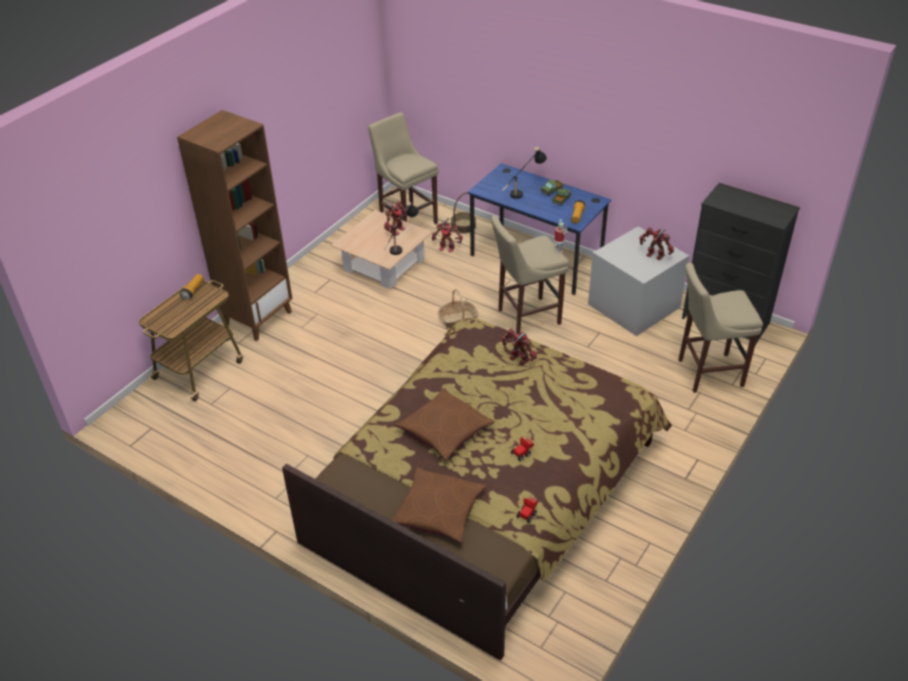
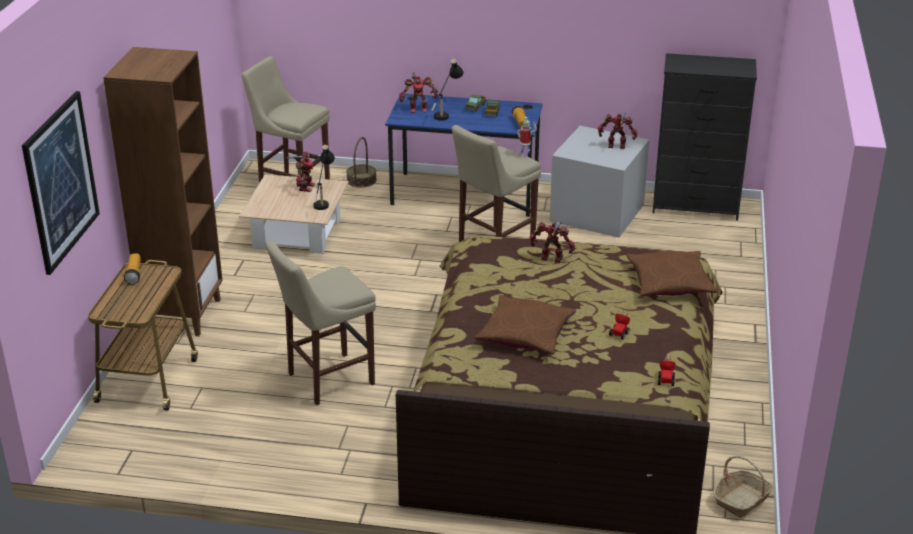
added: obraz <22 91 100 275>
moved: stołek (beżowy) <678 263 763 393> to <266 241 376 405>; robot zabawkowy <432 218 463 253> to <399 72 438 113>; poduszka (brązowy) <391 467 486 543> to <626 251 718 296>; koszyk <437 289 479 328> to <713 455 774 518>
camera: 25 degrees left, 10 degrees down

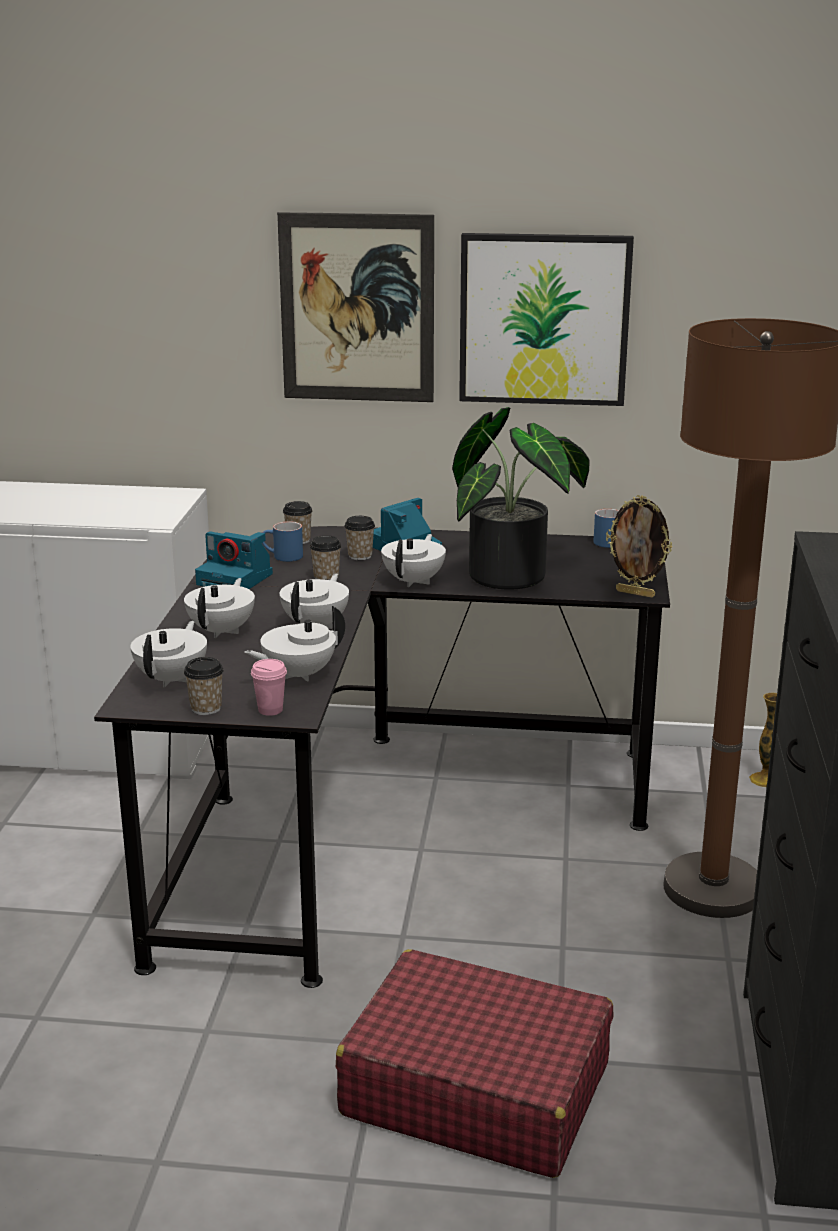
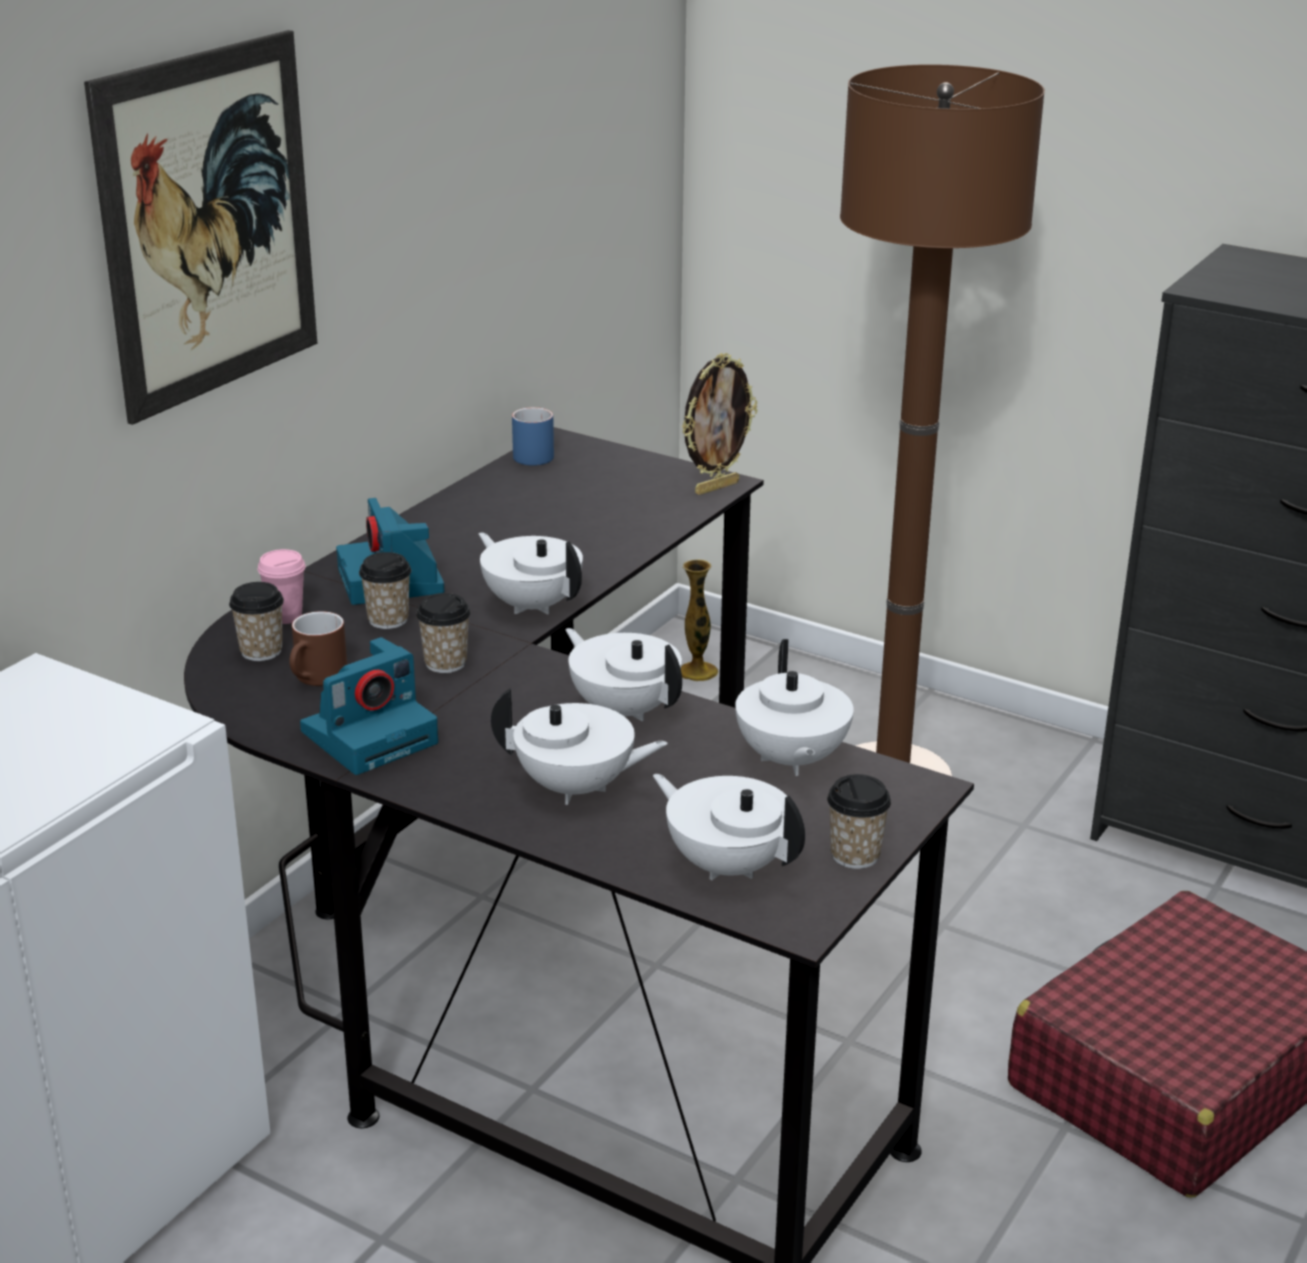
removed: roślina doniczkowa <452 407 590 589>; obraz <459 233 634 406>
moved: filiżanka (różowy) <251 659 287 716> to <258 549 306 624>
recoloured: kubek (niebieski) <262 521 303 562> to kubek (brązowy) <289 611 347 686>
turned: imbryk (biały) <184 578 255 638> = <491 688 668 805> 150 degrees clockwise
camera: 65 degrees left, 5 degrees up

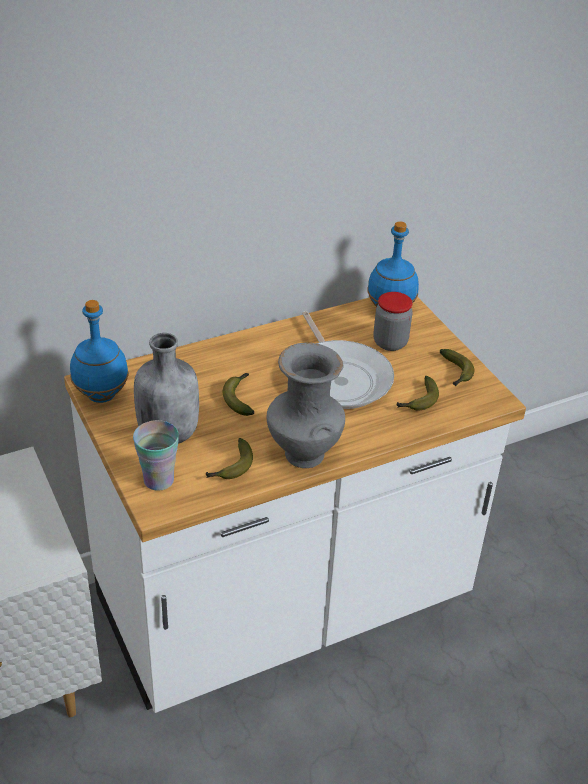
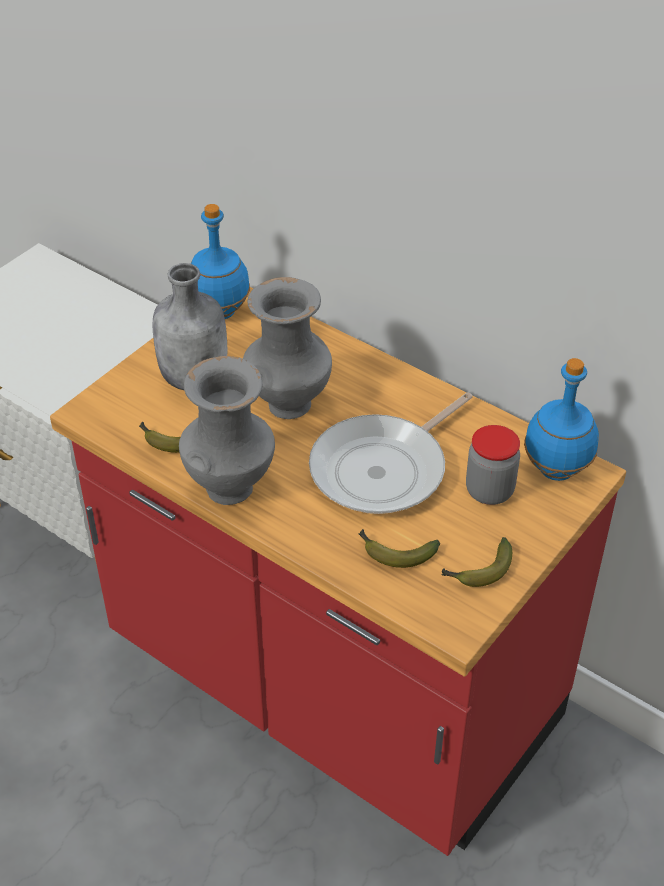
removed: filiżanka <133 420 179 491>
replaced: banan <223 373 254 416> to wazon (szary) <243 277 332 419>
recoloured: zabudowa kuchenna (biały) <64 297 526 713> to zabudowa kuchenna (czerwony) <50 287 626 856>
camera: 65 degrees right, 5 degrees up

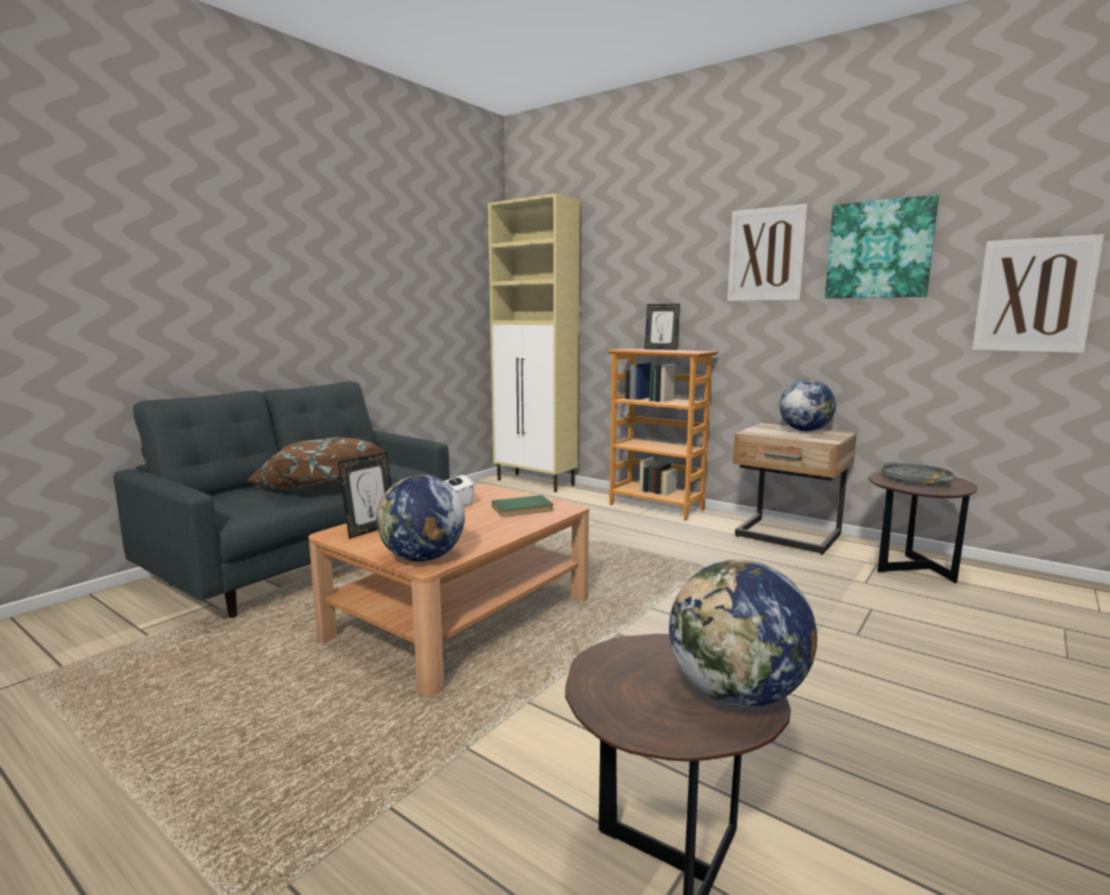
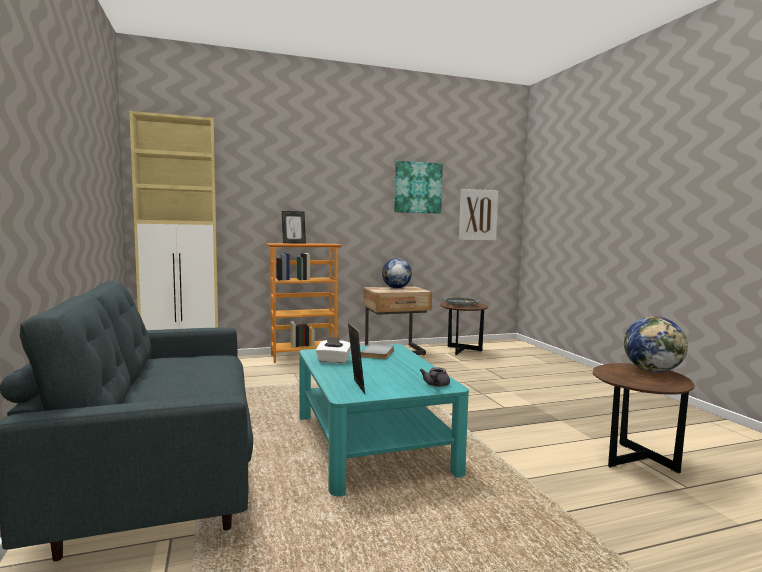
removed: poduszka (brązowy) <247 437 385 490>; obraz <727 204 808 301>
replaced: globus <376 475 465 561> to imbryk (szary) <420 367 450 387>
recoloured: ława (brązowy) <308 484 589 697> to ława (turkusowy) <299 344 469 496>; książka (zielony) <492 495 554 517> to książka (szary) <361 344 394 359>
camera: 55 degrees left, 5 degrees down

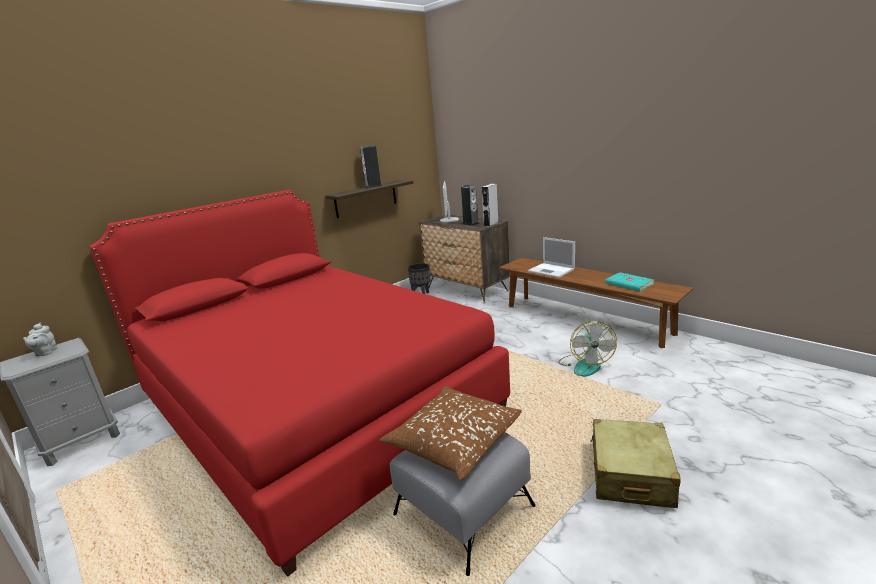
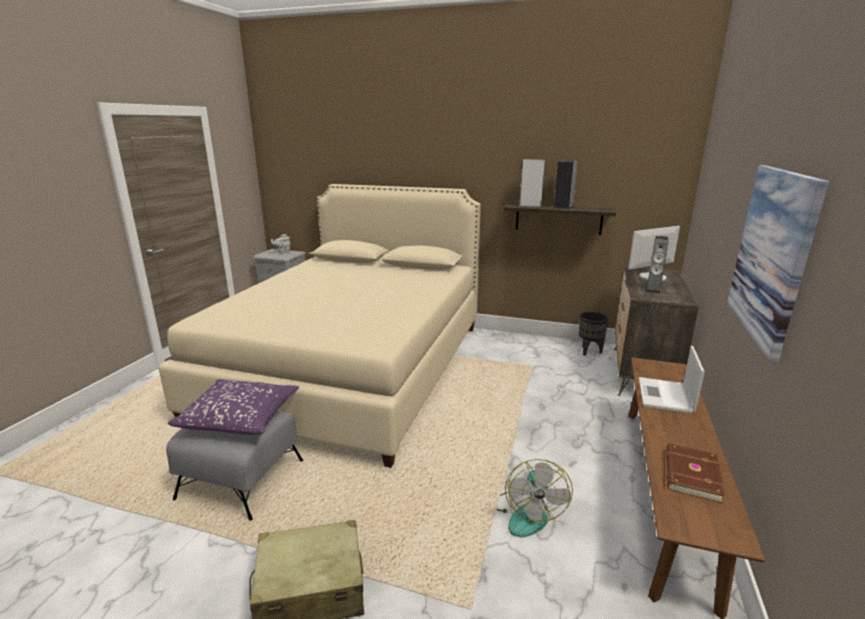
added: obraz <727 165 829 362>
moved: głośnik (szary) <482 184 498 226> to <519 159 545 207>
recoloured: łóżko (czerwony) <89 190 510 577> to łóżko (beżowy) <159 184 481 468>; poduszka (brązowy) <380 386 522 480> to poduszka (fioletowy) <168 379 299 435>; książka (turkusowy) <605 272 654 292> to książka (brązowy) <666 444 725 503>
turned: wentylator <558 321 617 377> = <496 459 573 537> 60 degrees counterclockwise
camera: 60 degrees right, 0 degrees up

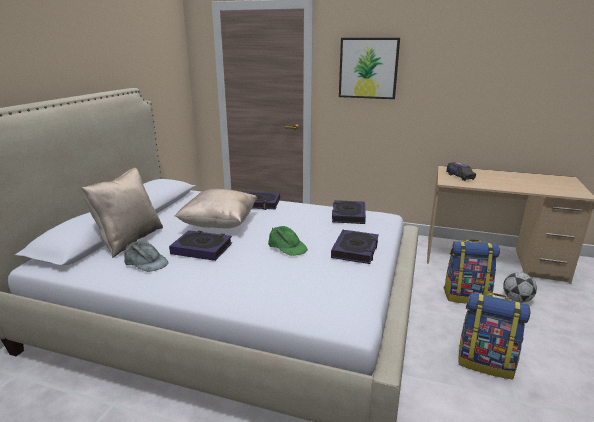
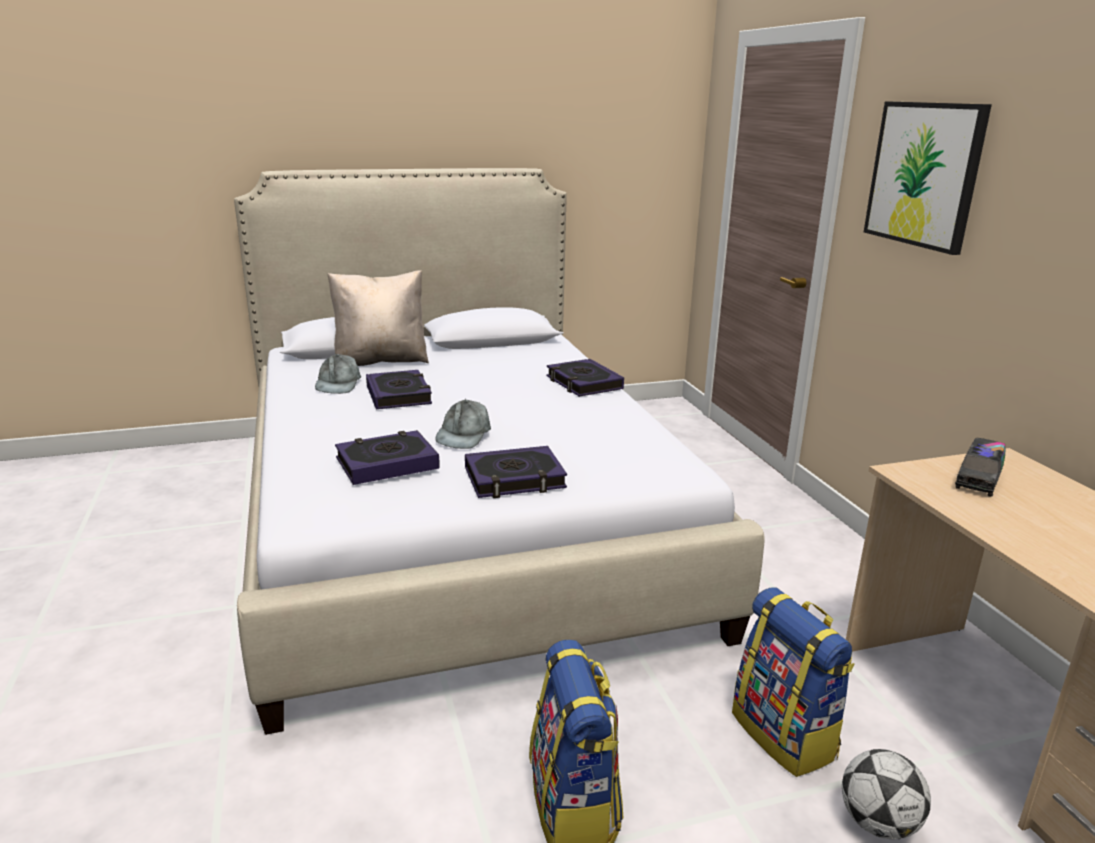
removed: poduszka (beżowy) <175 189 257 229>
moved: książka <332 200 366 224> to <335 430 440 485>
recoloured: czapka z daszkiem (zielony) <268 226 308 256> to czapka z daszkiem (szary) <435 399 491 449>
camera: 55 degrees right, 0 degrees up

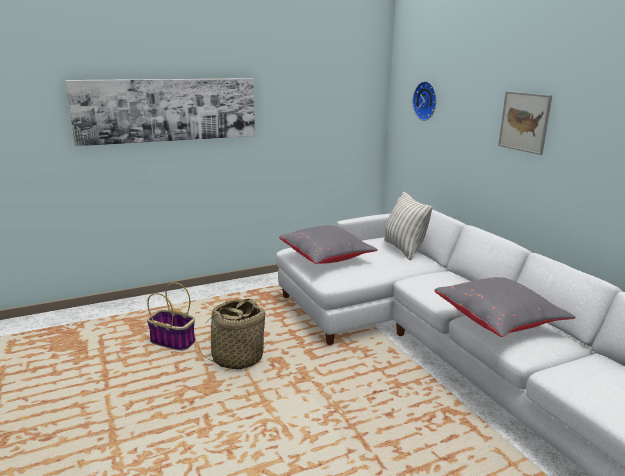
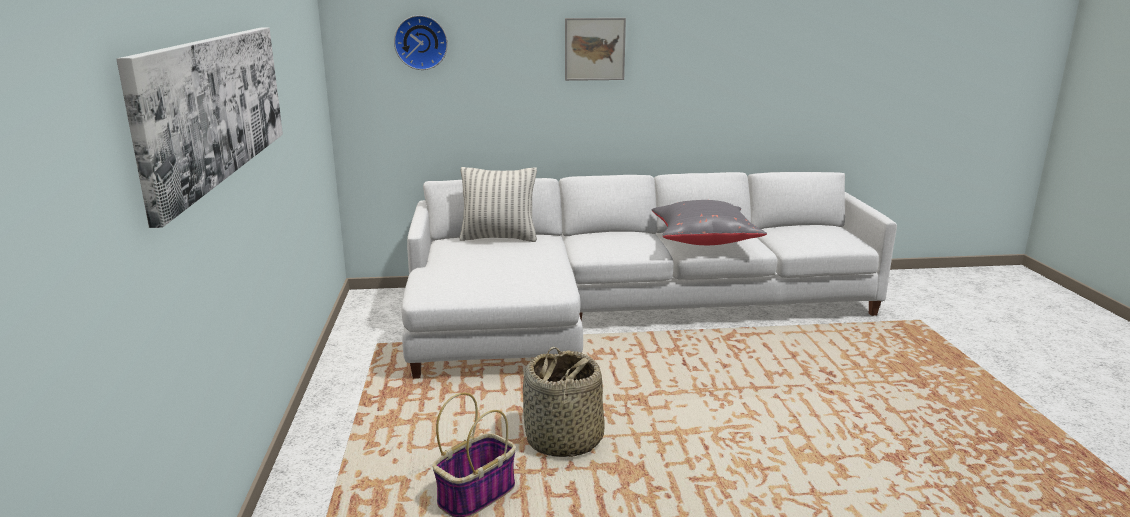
removed: poduszka (szary) <279 225 378 264>
camera: 70 degrees left, 0 degrees up

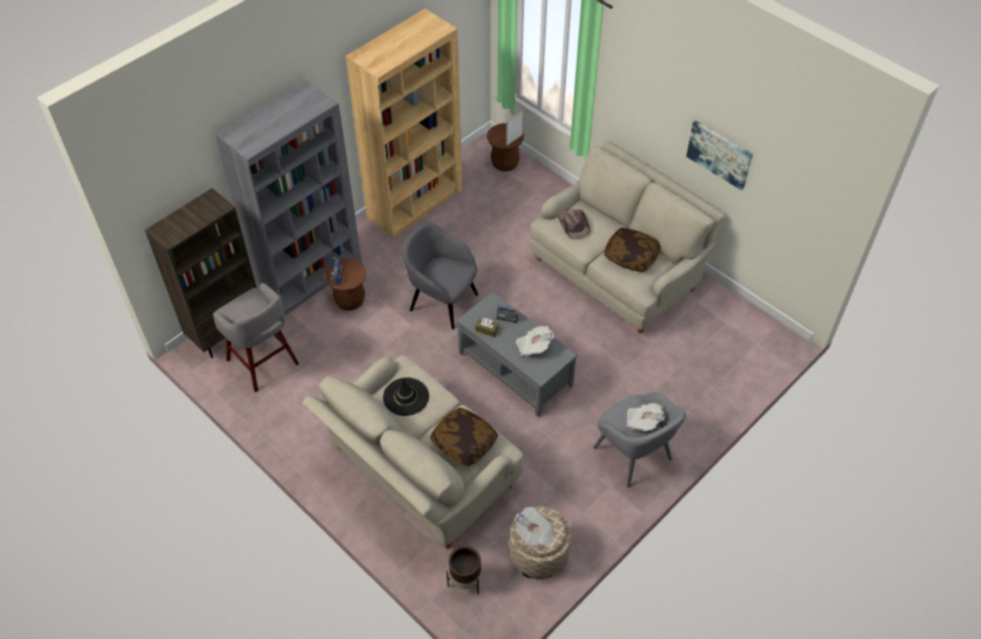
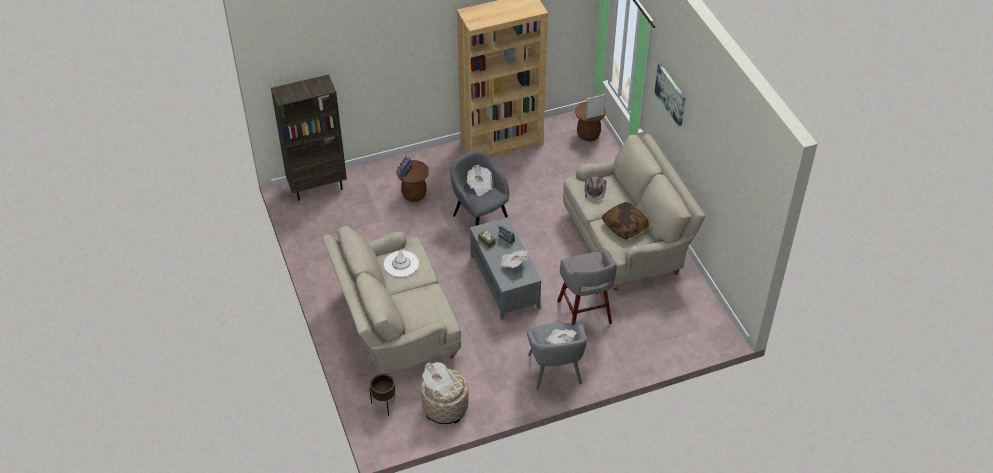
removed: regał (szary) <216 80 362 316>; poduszka <430 408 498 466>
added: gazeta <467 165 492 196>
moved: stołek (szary) <213 283 299 392> to <557 250 617 325>; obraz <686 120 753 191> to <654 64 686 127>
recoloured: kapelusz (czarny) <383 377 429 416> to kapelusz (biały) <384 249 419 277>
camera: 25 degrees right, 5 degrees down

